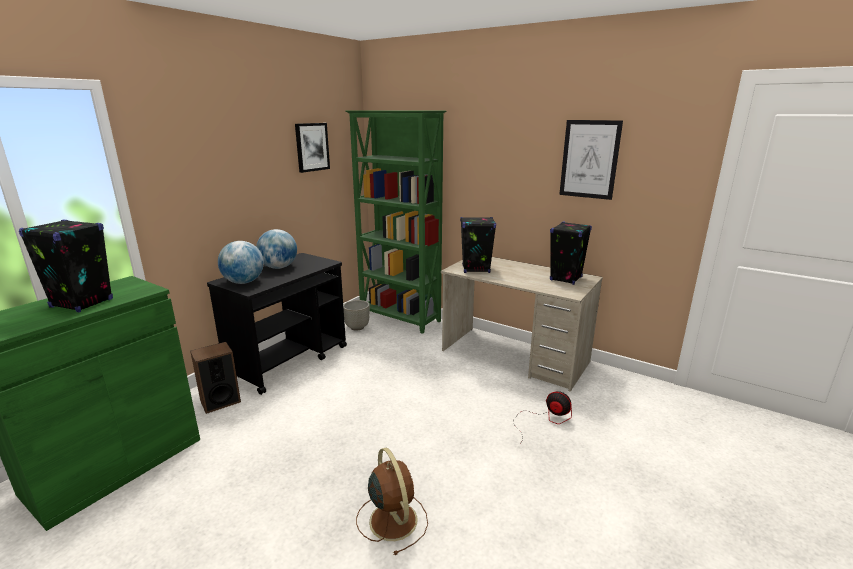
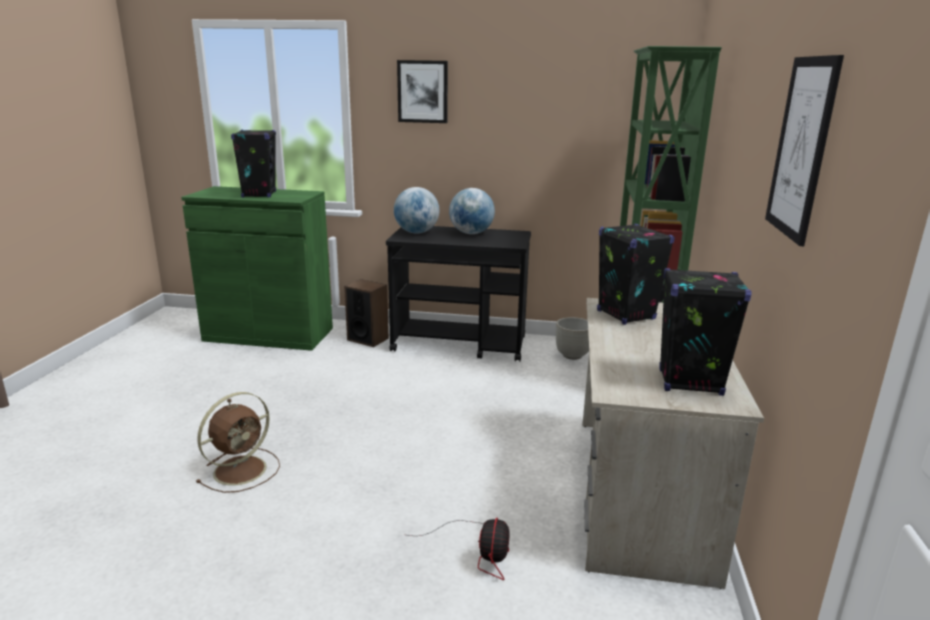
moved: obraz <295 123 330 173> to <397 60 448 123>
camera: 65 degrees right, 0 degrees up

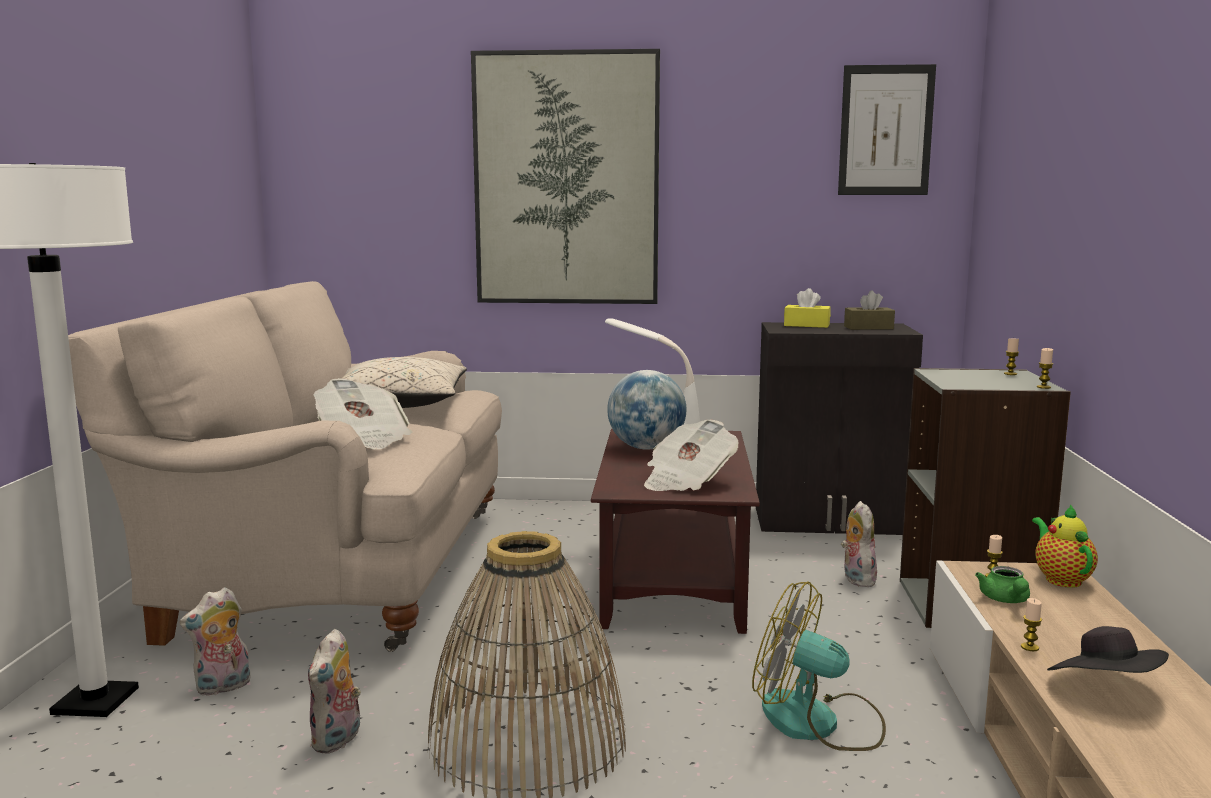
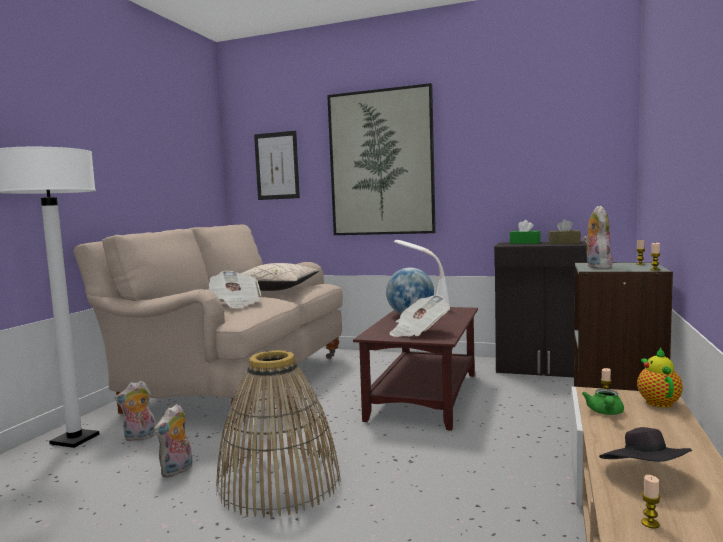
removed: wentylator <752 581 886 751>
moved: obraz <838 64 936 195> to <254 131 300 200>; pluszak <841 501 877 587> to <583 206 613 269>; świeca <1021 598 1042 651> to <641 475 661 528>
recoloured: pudełko chusteczek (żółty) <784 288 831 328> to pudełko chusteczek (zielony) <510 220 541 244>
camera: 15 degrees right, 5 degrees down

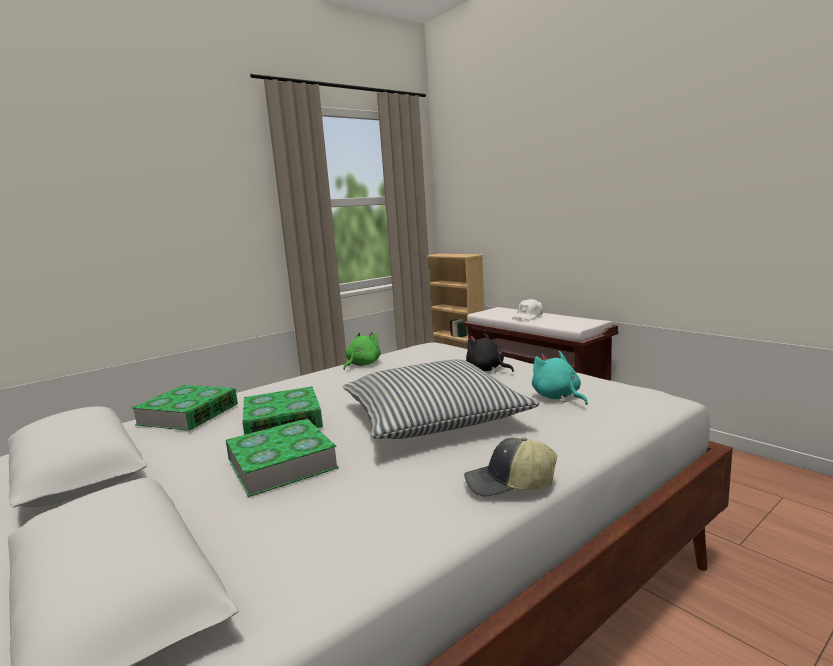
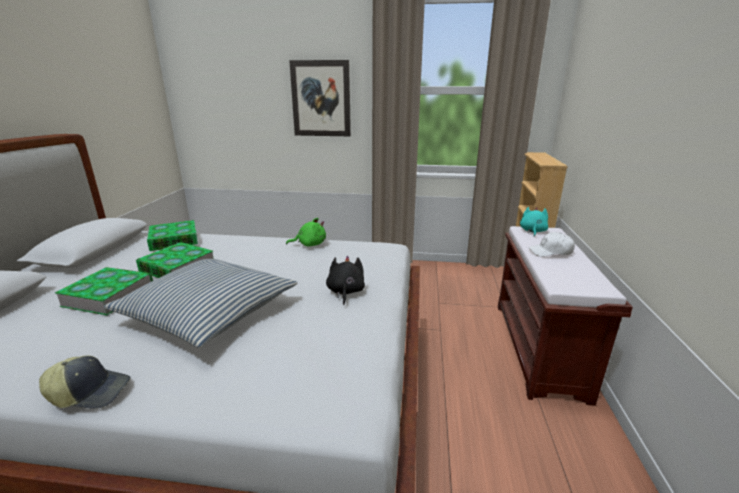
added: obraz <289 60 351 136>
moved: pluszak (turkusowy) <532 351 588 405> to <520 207 548 237>
turned: czapka z daszkiem <464 437 557 497> = <39 355 130 409> 135 degrees clockwise
camera: 45 degrees right, 10 degrees up

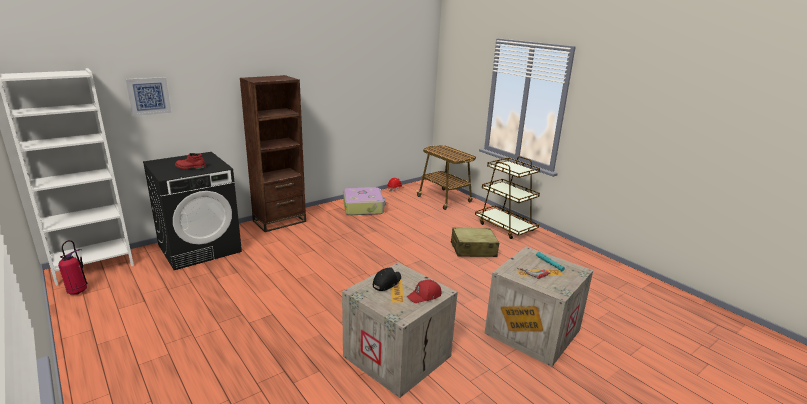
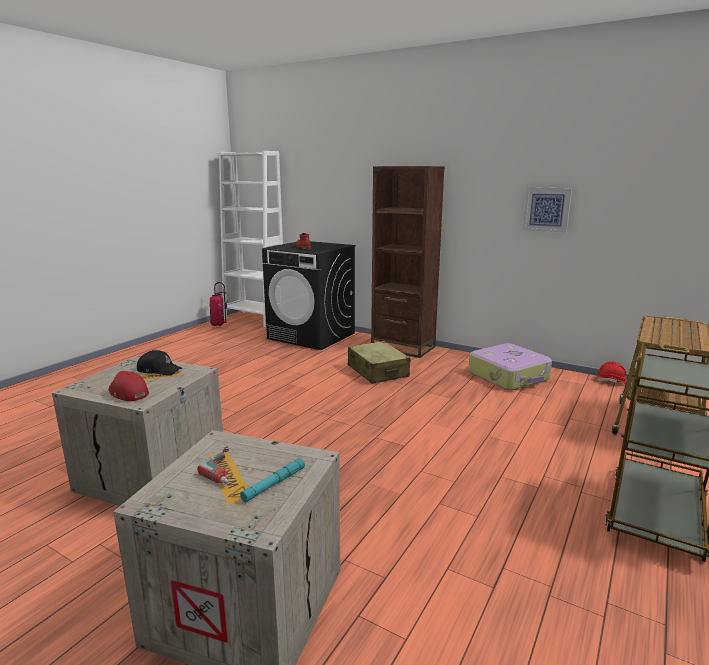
moved: walizka (beżowy) <450 227 499 257> to <348 341 411 384>; obraz <126 77 171 116> to <523 187 572 233>
camera: 70 degrees right, 5 degrees down

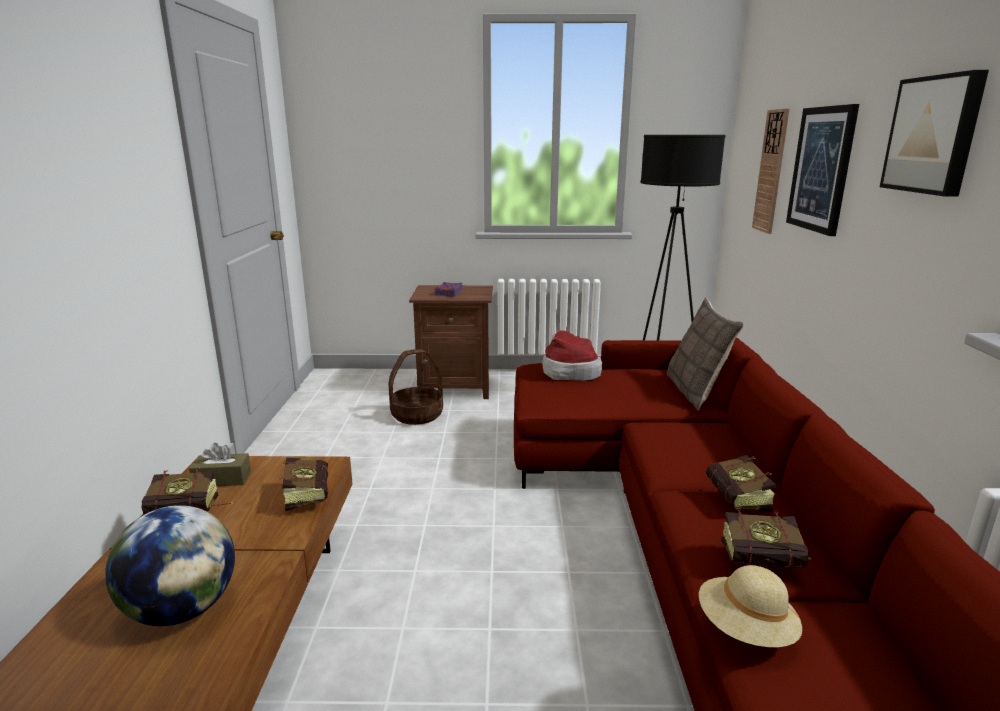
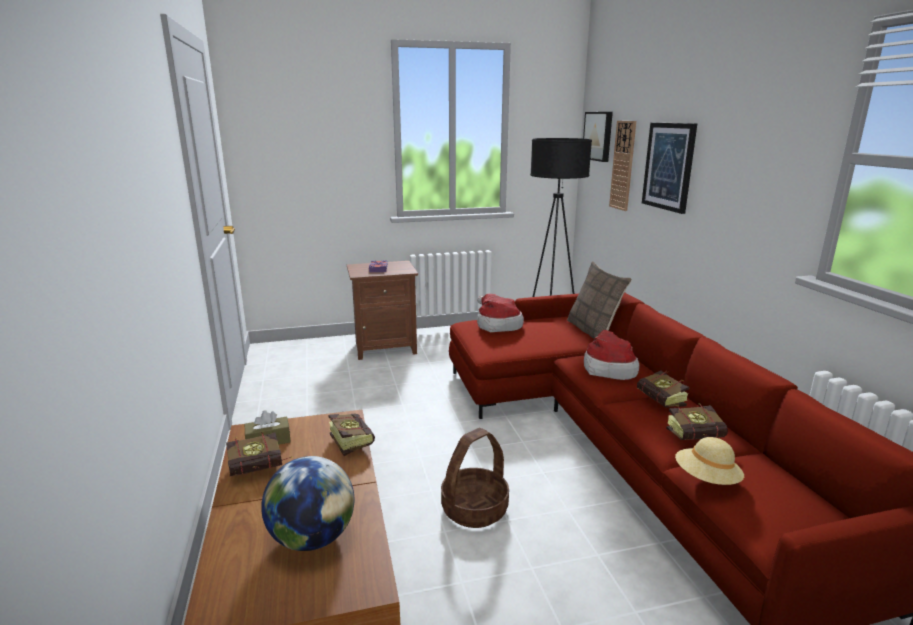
added: kapelusz <584 330 640 380>
moved: koszyk <388 349 443 425> to <441 428 509 528>; obraz <880 70 989 197> to <583 112 613 162>
camera: 15 degrees left, 0 degrees up

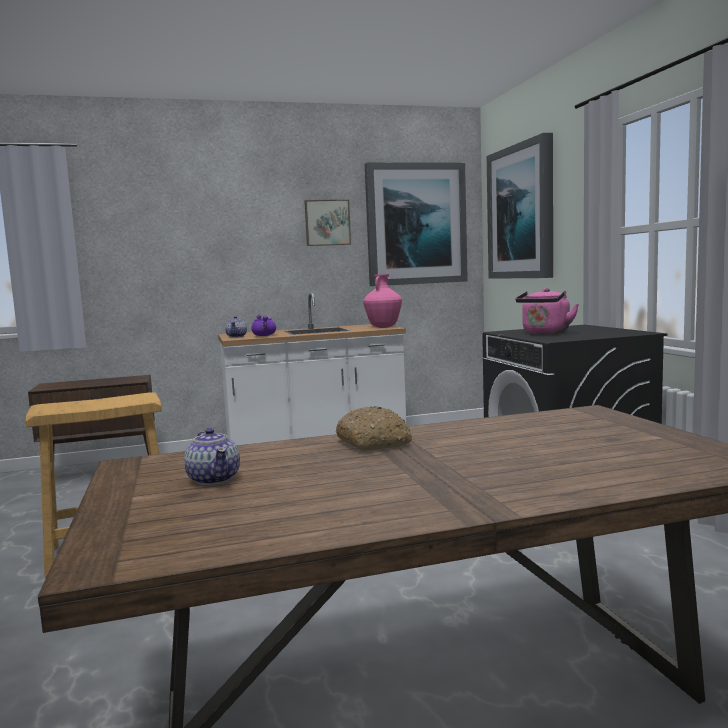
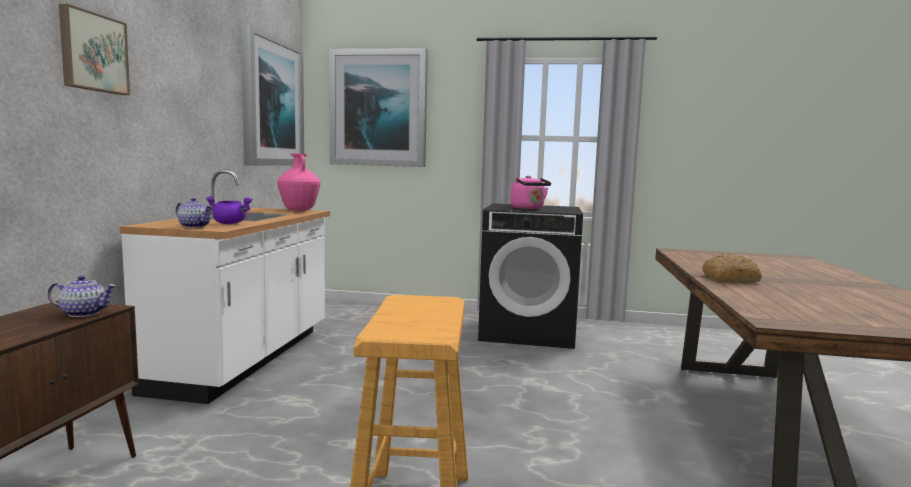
moved: imbryk <184 428 240 485> to <48 275 117 317>; obraz <304 200 351 246> to <59 4 130 95>
camera: 65 degrees left, 0 degrees up

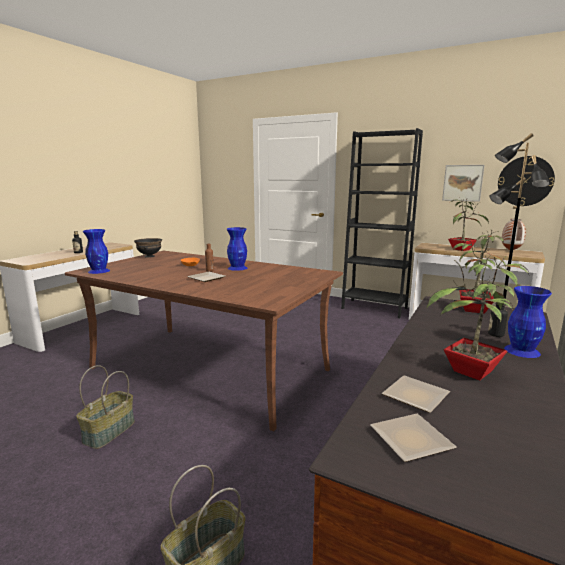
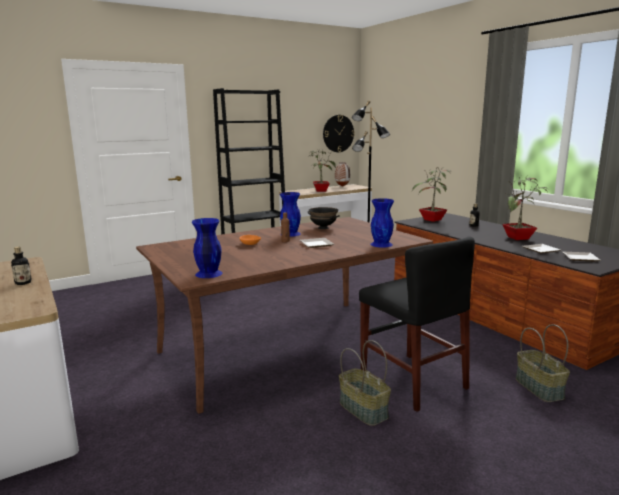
removed: obraz <442 165 484 202>
added: krzesło (czarny) <359 236 475 412>
moved: miska (czarny) <134 238 162 258> to <308 207 340 229>; wazon (niebieski) <504 286 552 358> to <370 198 394 248>
camera: 60 degrees left, 0 degrees up

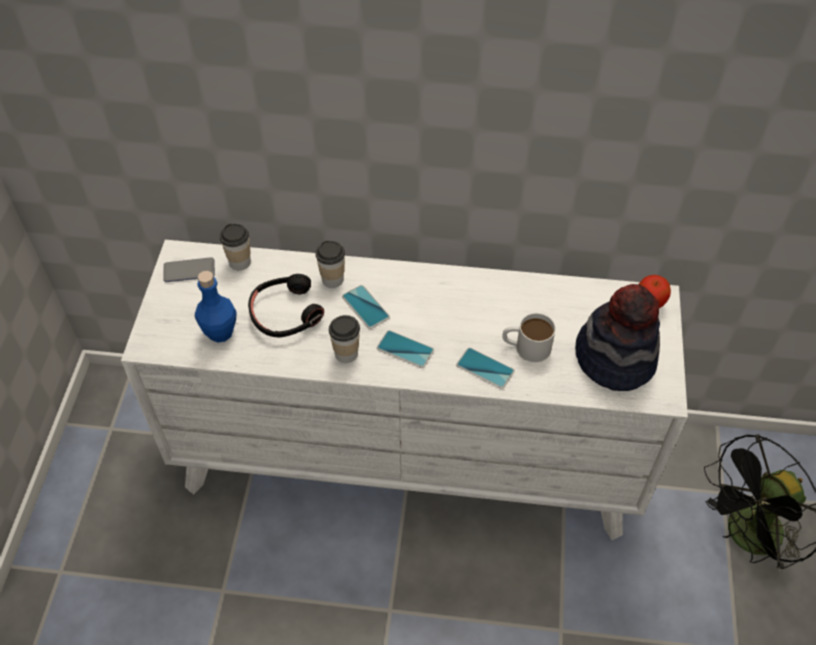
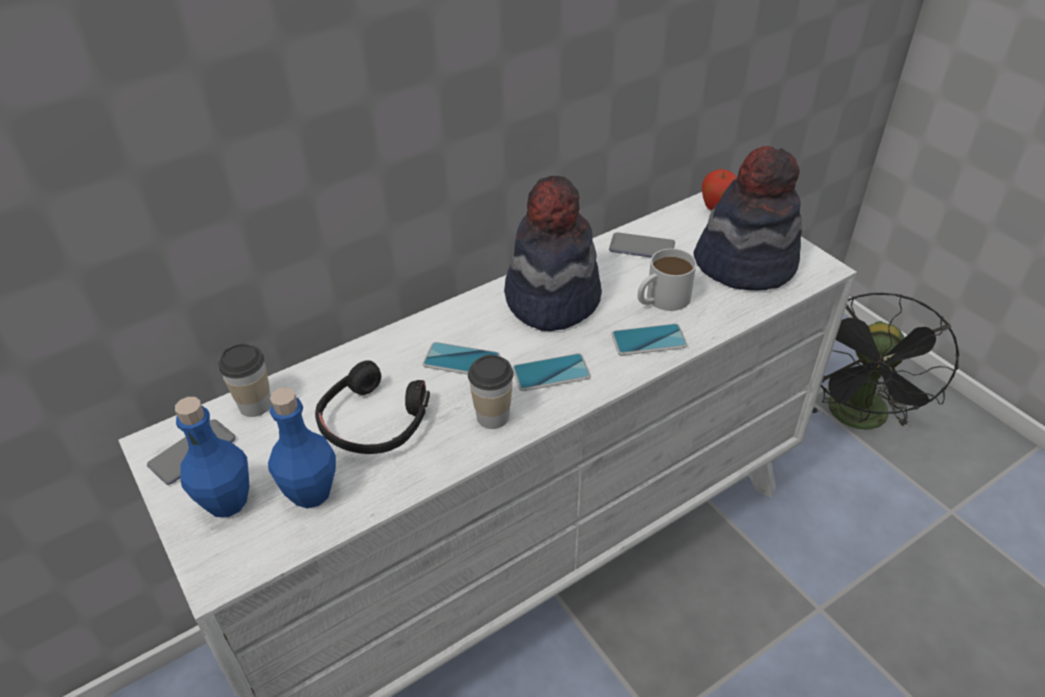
removed: filiżanka <315 241 345 288>
added: butelka (niebieski) <175 397 249 517>; kapelusz <504 176 602 331>; telefon <609 232 675 258>
camera: 40 degrees left, 10 degrees down

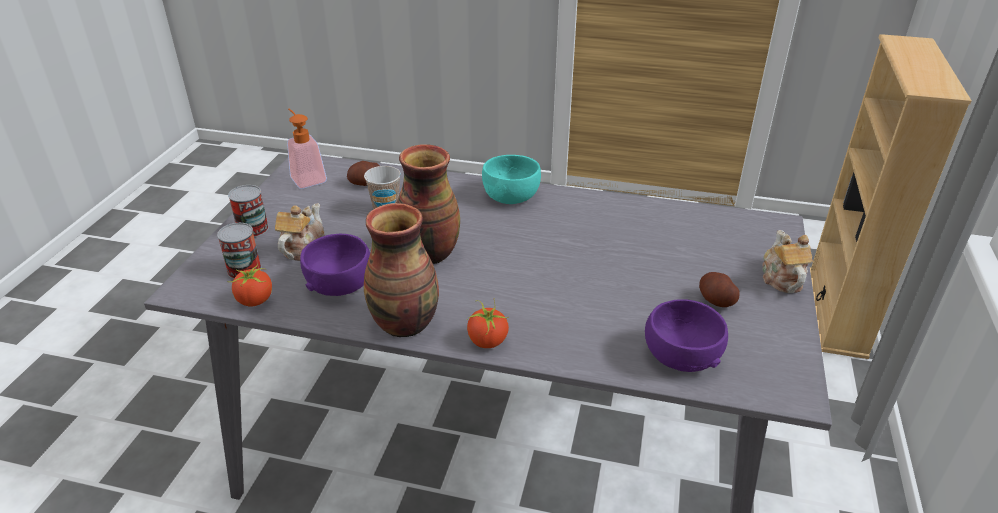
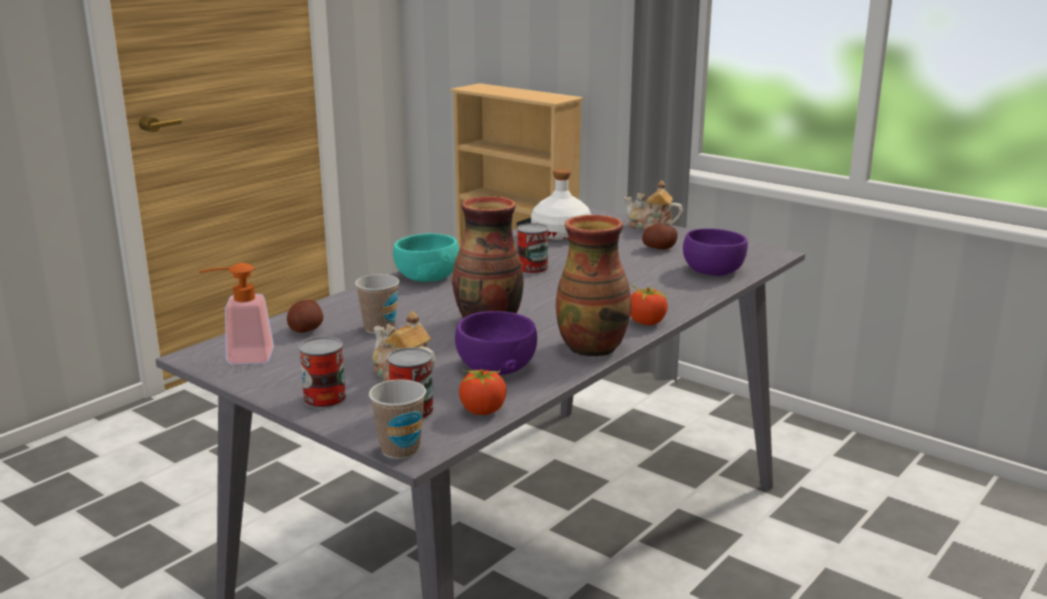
added: filiżanka <369 379 426 459>; puszka <517 223 549 274>; butelka (biały) <531 169 591 240>
camera: 65 degrees left, 15 degrees down

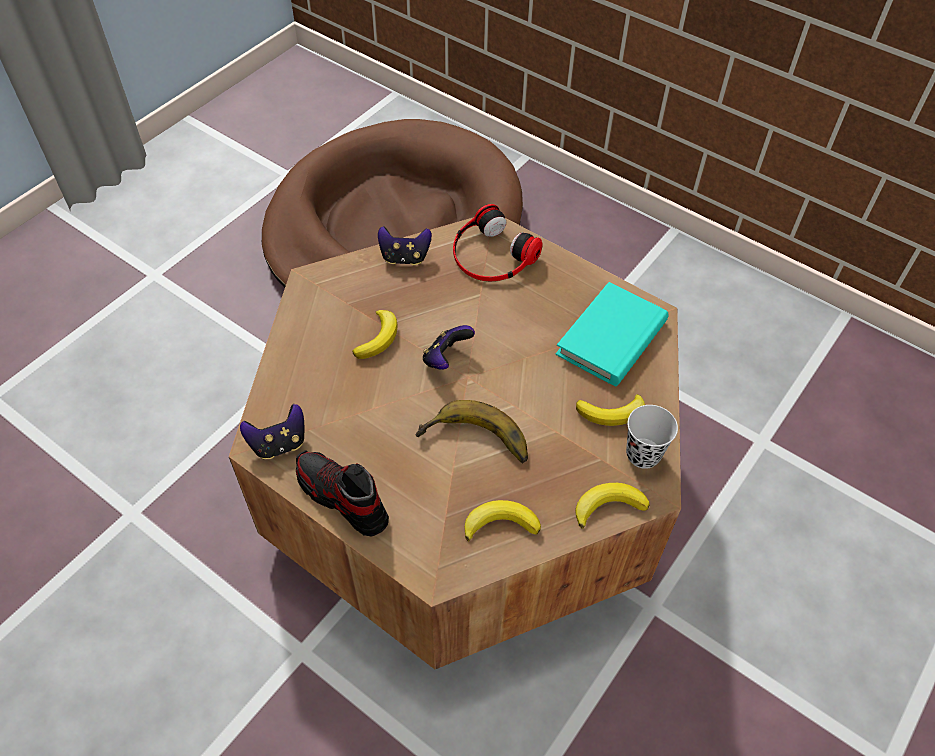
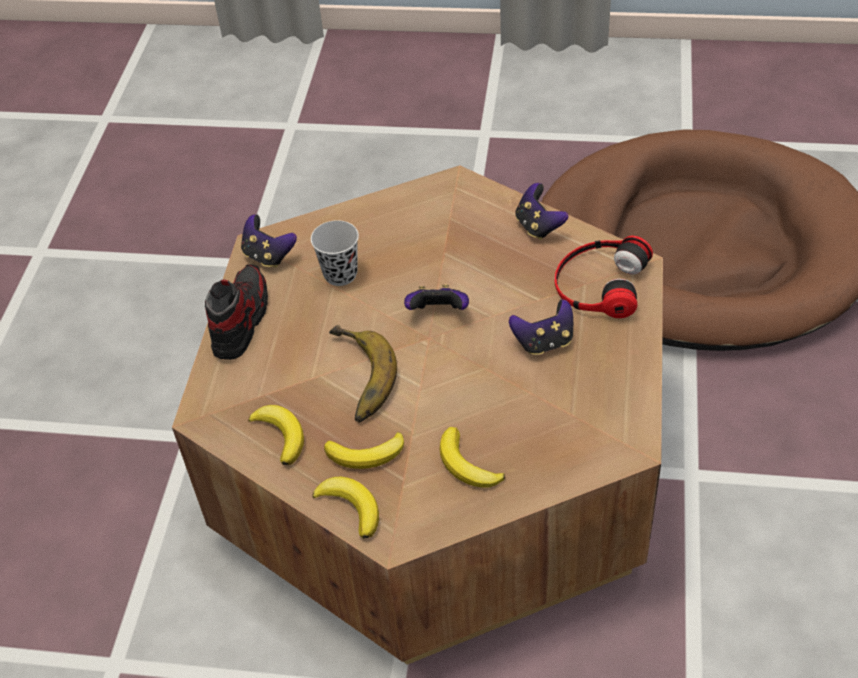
removed: książka (turkusowy) <556 282 668 386>
added: pad do gier <509 299 573 355>
moved: filiżanka (czarny) <626 405 678 469> to <311 220 359 286>; banan <352 310 398 359> to <324 432 404 469>
camera: 65 degrees right, 5 degrees down

